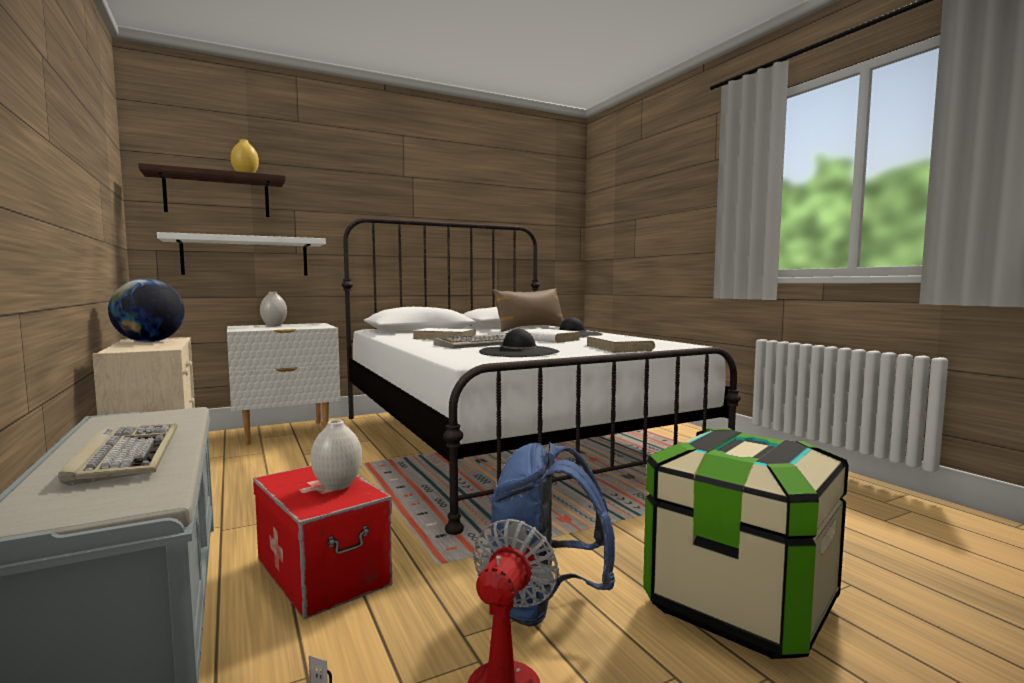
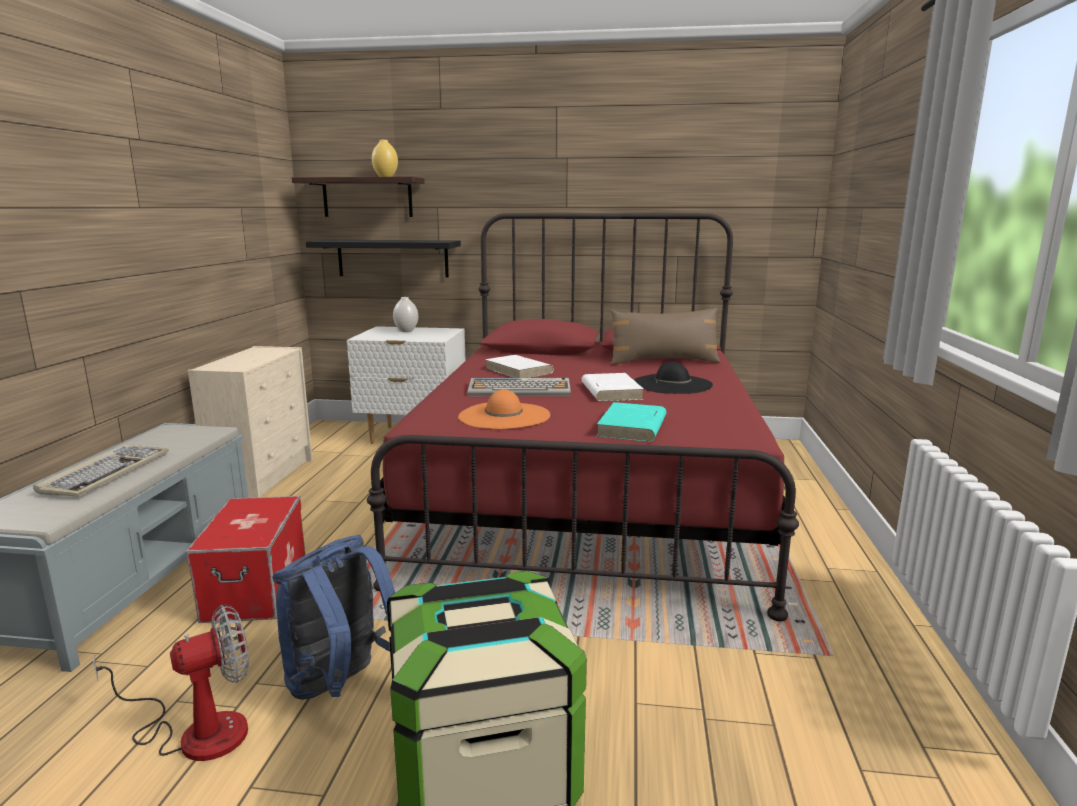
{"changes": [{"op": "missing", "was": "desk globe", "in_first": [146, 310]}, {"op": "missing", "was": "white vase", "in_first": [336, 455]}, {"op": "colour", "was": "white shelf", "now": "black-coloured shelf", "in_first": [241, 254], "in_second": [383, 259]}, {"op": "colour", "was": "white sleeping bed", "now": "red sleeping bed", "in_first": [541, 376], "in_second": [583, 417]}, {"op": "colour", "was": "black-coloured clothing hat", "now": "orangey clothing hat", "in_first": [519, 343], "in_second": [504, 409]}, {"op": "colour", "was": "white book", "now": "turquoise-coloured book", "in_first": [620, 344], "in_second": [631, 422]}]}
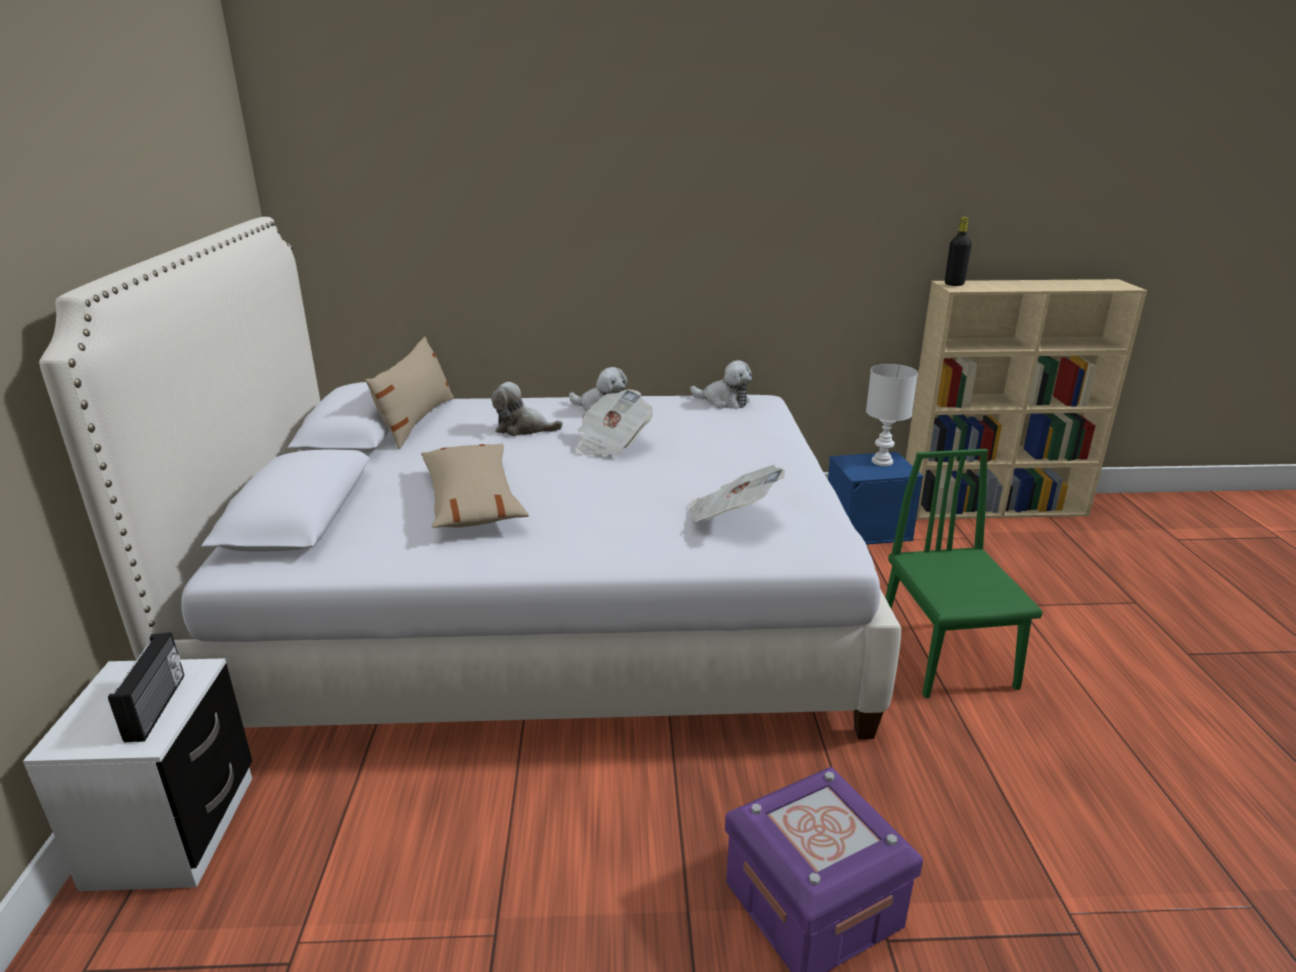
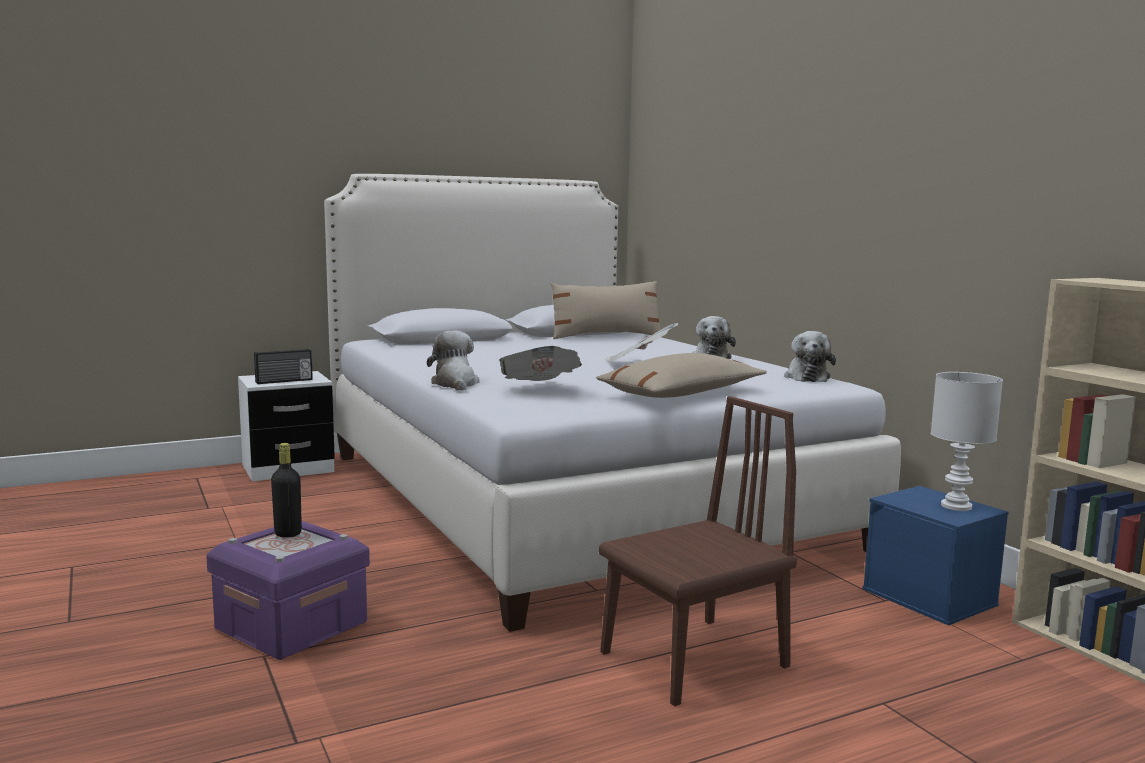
{"changes": [{"op": "relocated", "was": "beige cushion", "in_first": [475, 485], "in_second": [681, 375]}, {"op": "relocated", "was": "soft toy", "in_first": [527, 409], "in_second": [453, 360]}, {"op": "relocated", "was": "black-coloured drink bottle", "in_first": [958, 251], "in_second": [286, 490]}, {"op": "colour", "was": "greenish chair", "now": "brown-coloured chair", "in_first": [964, 573], "in_second": [698, 551]}]}
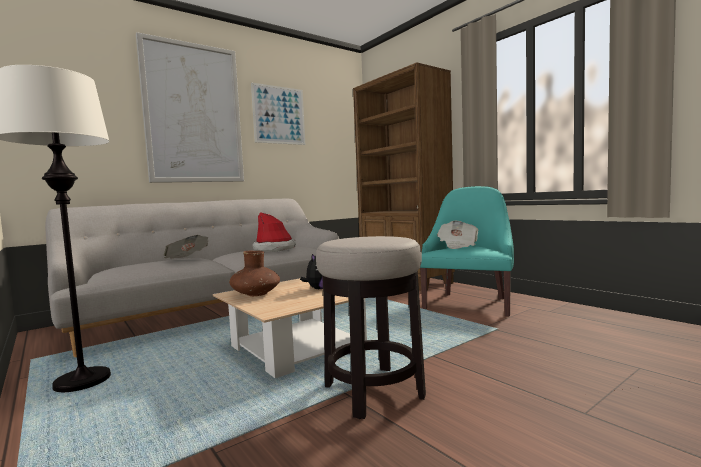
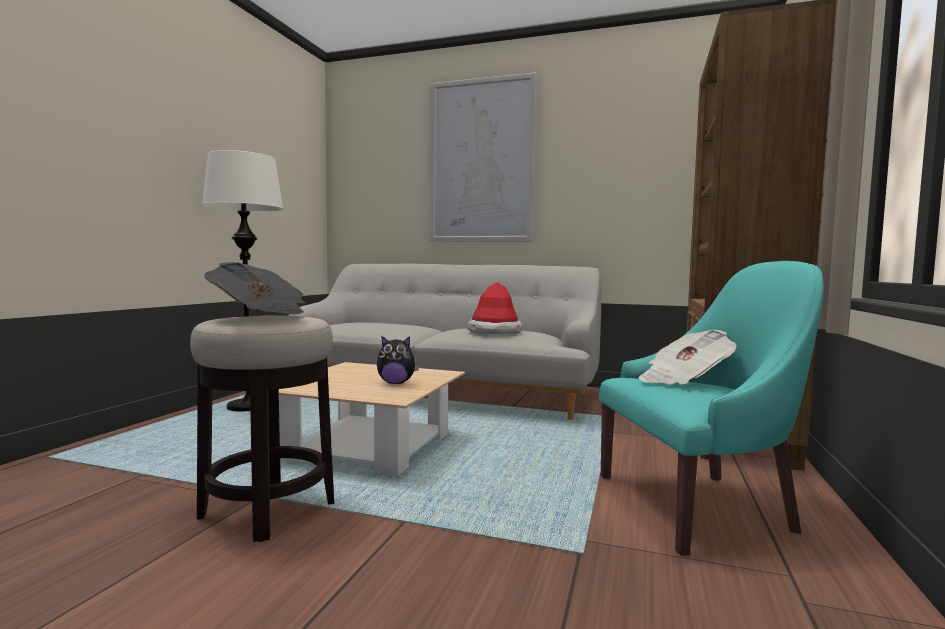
{"changes": [{"op": "missing", "was": "brown-coloured vase", "in_first": [254, 273]}, {"op": "missing", "was": "picture", "in_first": [278, 114]}, {"op": "relocated", "was": "daily paper", "in_first": [186, 246], "in_second": [254, 288]}]}
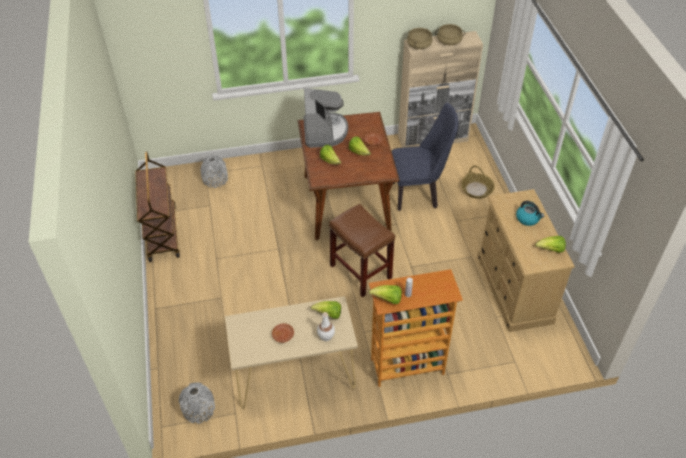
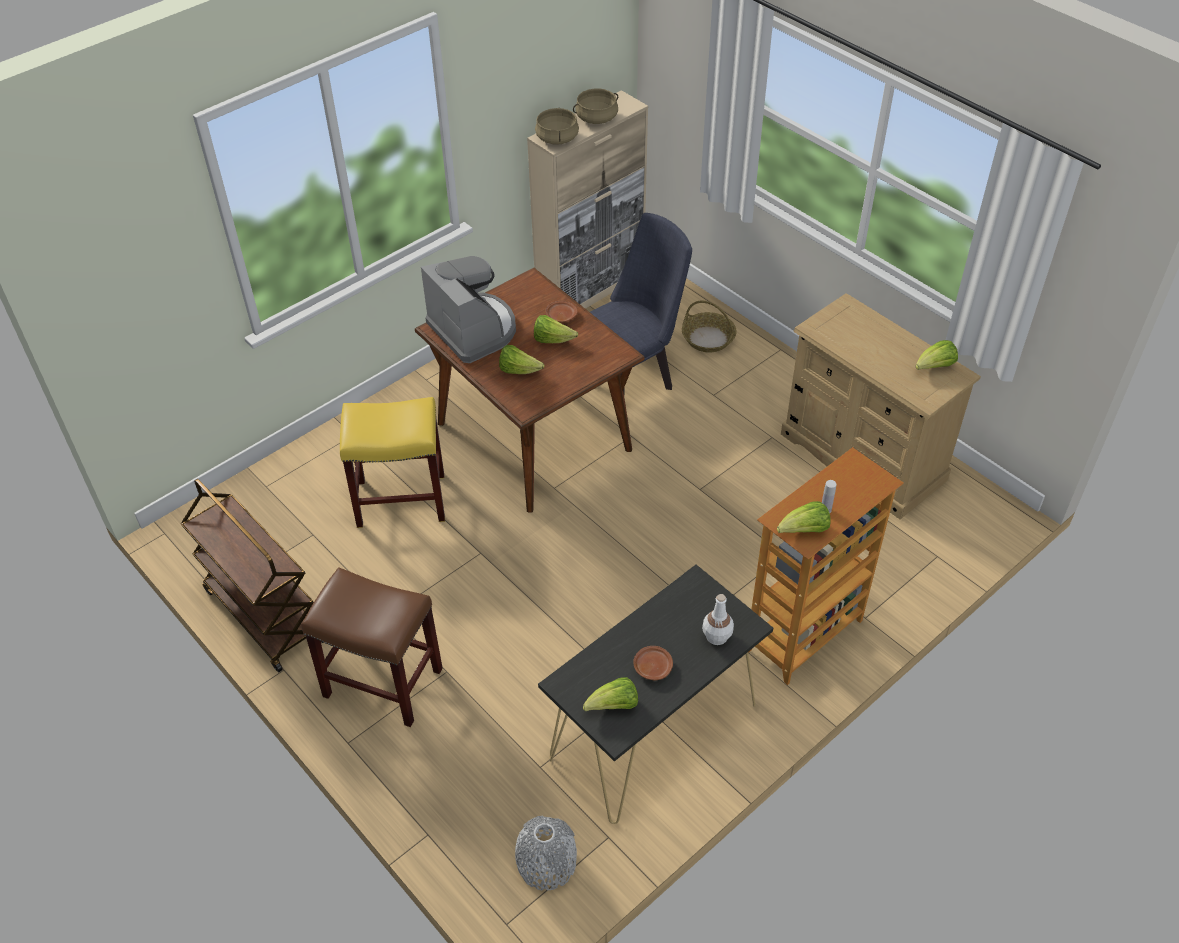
{"changes": [{"op": "missing", "was": "grey vase", "in_first": [214, 171]}, {"op": "missing", "was": "kettle", "in_first": [530, 213]}, {"op": "appeared", "now": "yellowish stool seat", "in_second": [392, 462]}, {"op": "relocated", "was": "lettuce", "in_first": [326, 310], "in_second": [610, 694]}, {"op": "relocated", "was": "brown-coloured stool seat", "in_first": [362, 250], "in_second": [372, 647]}, {"op": "colour", "was": "beige console table", "now": "black-coloured console table", "in_first": [291, 352], "in_second": [655, 694]}]}
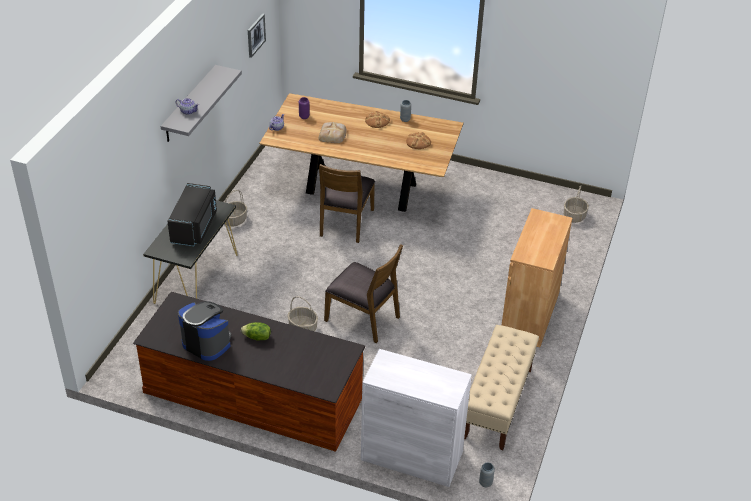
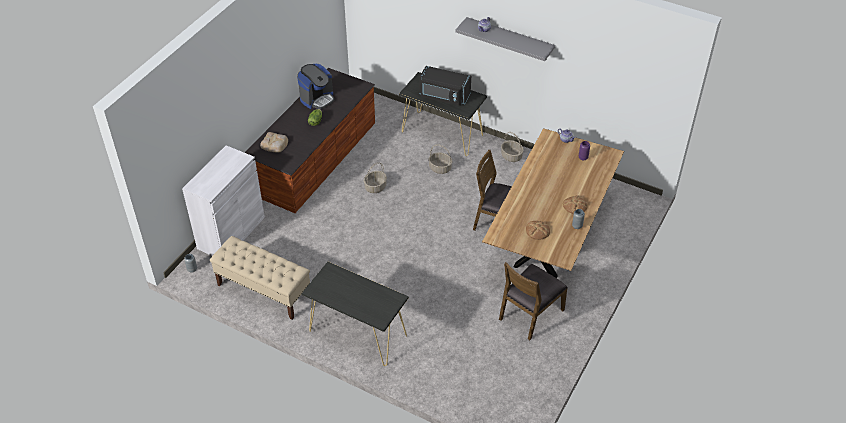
{"changes": [{"op": "missing", "was": "picture", "in_first": [257, 36]}, {"op": "relocated", "was": "bread", "in_first": [332, 132], "in_second": [274, 142]}, {"op": "relocated", "was": "brown-coloured chair", "in_first": [363, 293], "in_second": [533, 301]}, {"op": "relocated", "was": "basket", "in_first": [576, 204], "in_second": [440, 159]}, {"op": "exchanged", "was": "brown-coloured cupboard", "now": "black-coloured console table", "in_first": [537, 277], "in_second": [355, 314]}]}
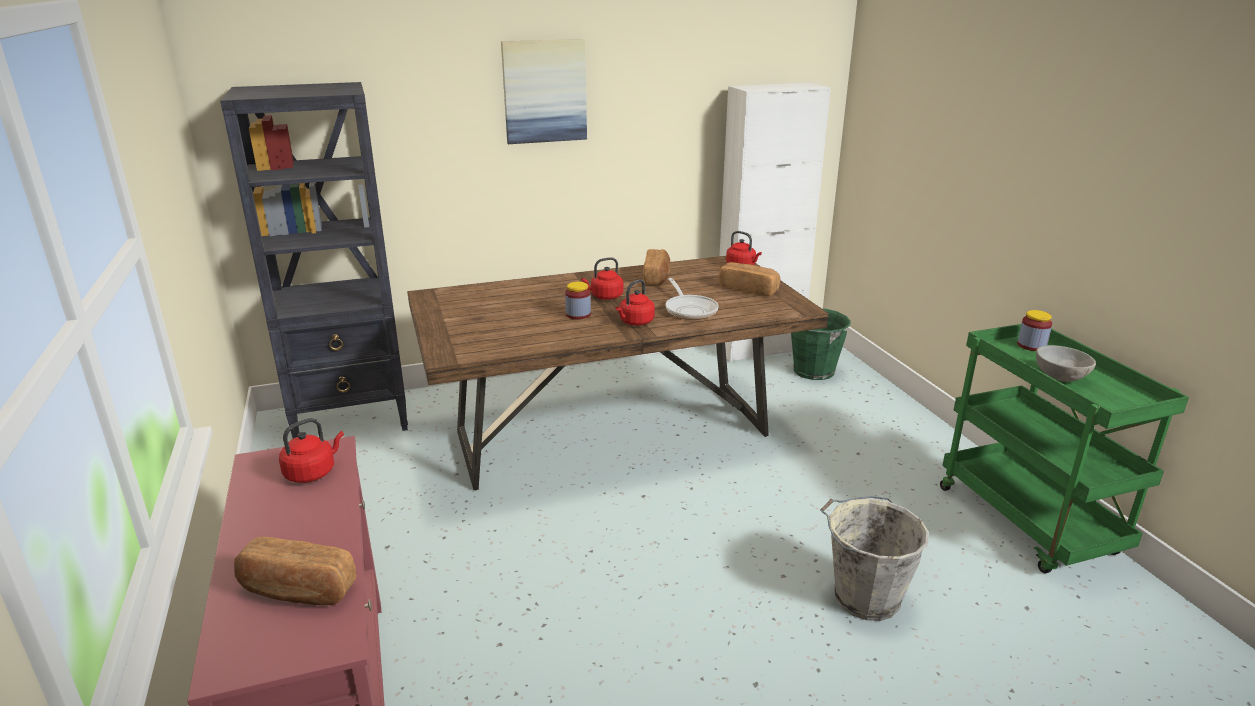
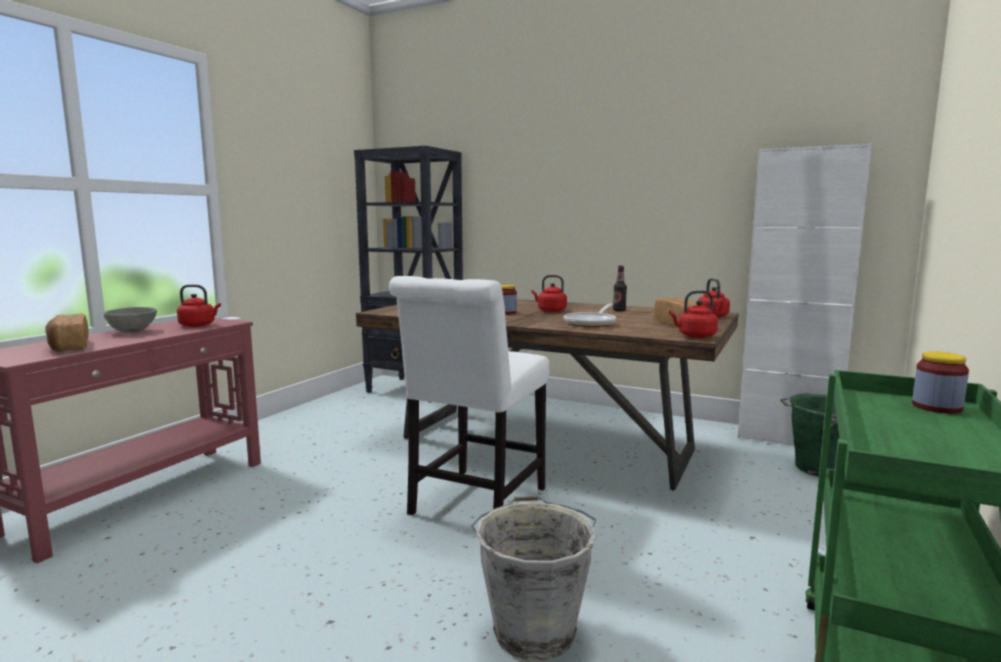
{"changes": [{"op": "missing", "was": "picture", "in_first": [544, 91]}, {"op": "appeared", "now": "white chair", "in_second": [469, 395]}, {"op": "relocated", "was": "red kettle", "in_first": [635, 302], "in_second": [693, 314]}, {"op": "relocated", "was": "grey bowl", "in_first": [1066, 363], "in_second": [130, 320]}, {"op": "exchanged", "was": "bread", "now": "drink bottle", "in_first": [656, 267], "in_second": [620, 288]}]}
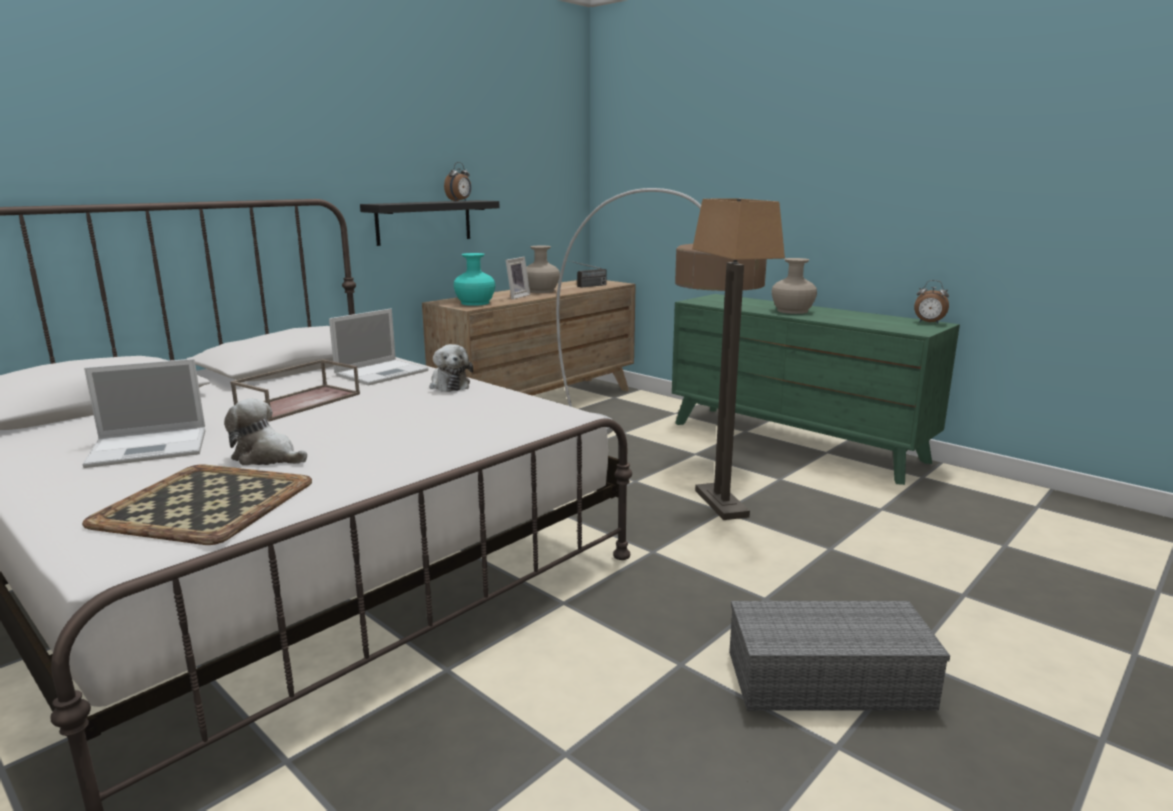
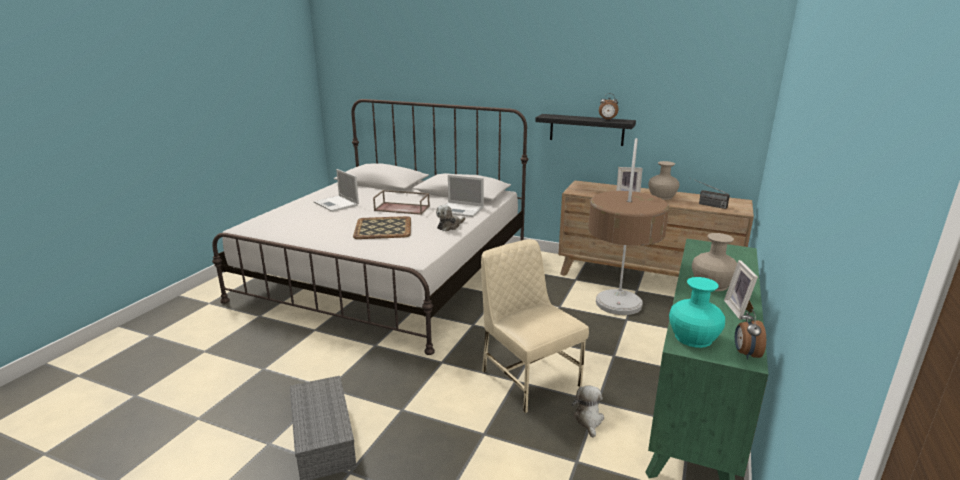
{"changes": [{"op": "appeared", "now": "photo frame", "in_second": [741, 290]}, {"op": "relocated", "was": "tray", "in_first": [197, 504], "in_second": [382, 227]}, {"op": "relocated", "was": "soft toy", "in_first": [265, 432], "in_second": [588, 411]}, {"op": "relocated", "was": "turquoise-coloured vase", "in_first": [474, 279], "in_second": [697, 312]}, {"op": "exchanged", "was": "standing lamp", "now": "beige chair", "in_first": [738, 359], "in_second": [535, 326]}]}
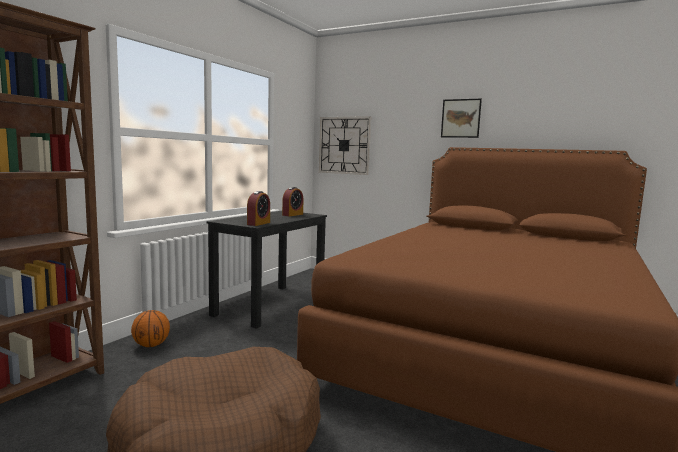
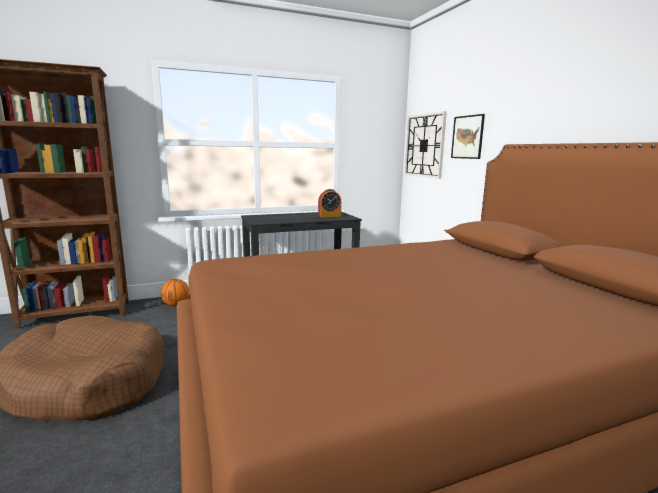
{"changes": [{"op": "missing", "was": "bedside clock", "in_first": [258, 208]}, {"op": "relocated", "was": "picture", "in_first": [461, 118], "in_second": [468, 136]}]}
